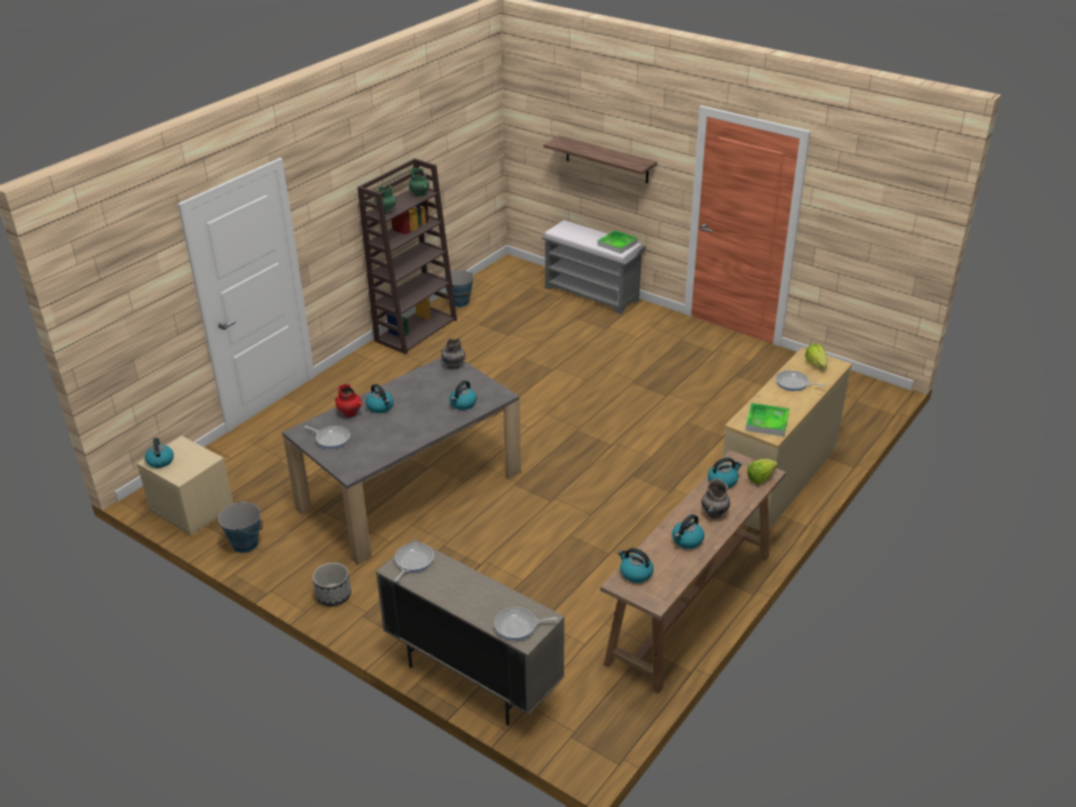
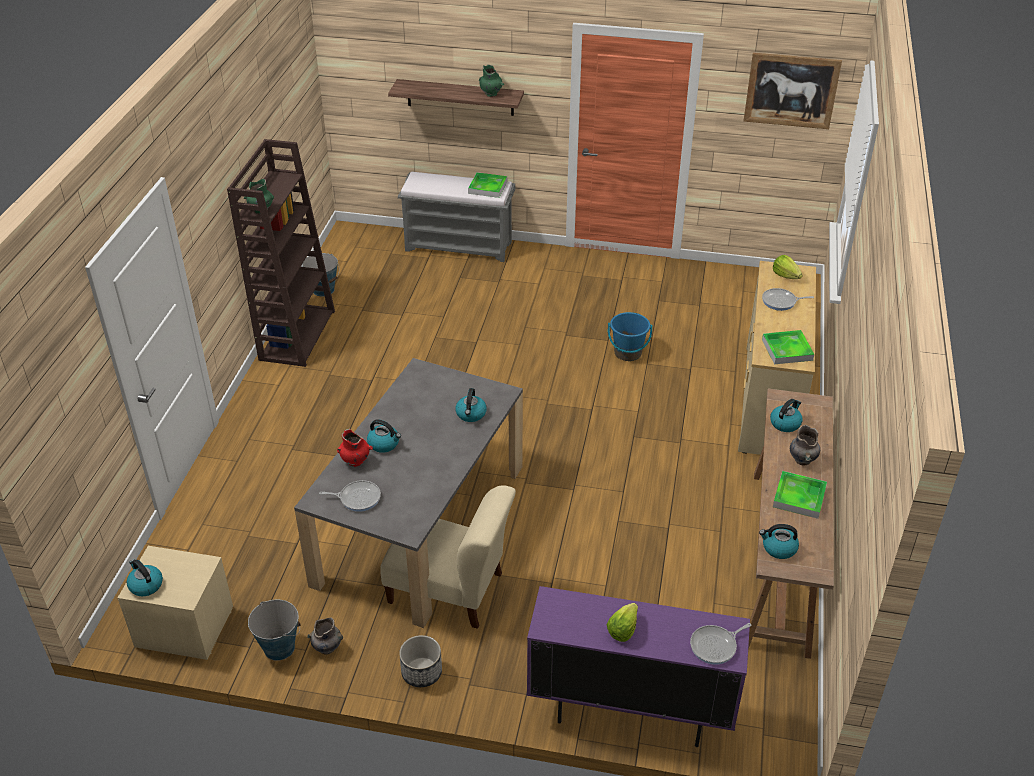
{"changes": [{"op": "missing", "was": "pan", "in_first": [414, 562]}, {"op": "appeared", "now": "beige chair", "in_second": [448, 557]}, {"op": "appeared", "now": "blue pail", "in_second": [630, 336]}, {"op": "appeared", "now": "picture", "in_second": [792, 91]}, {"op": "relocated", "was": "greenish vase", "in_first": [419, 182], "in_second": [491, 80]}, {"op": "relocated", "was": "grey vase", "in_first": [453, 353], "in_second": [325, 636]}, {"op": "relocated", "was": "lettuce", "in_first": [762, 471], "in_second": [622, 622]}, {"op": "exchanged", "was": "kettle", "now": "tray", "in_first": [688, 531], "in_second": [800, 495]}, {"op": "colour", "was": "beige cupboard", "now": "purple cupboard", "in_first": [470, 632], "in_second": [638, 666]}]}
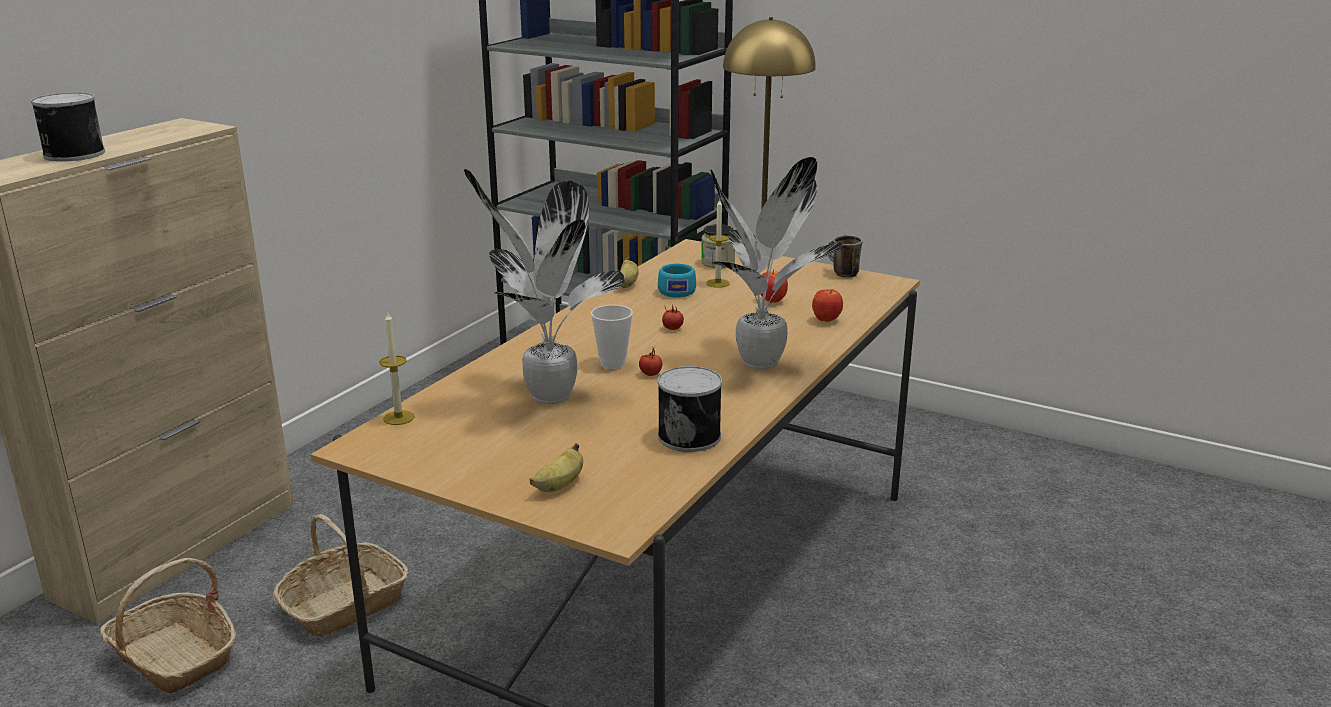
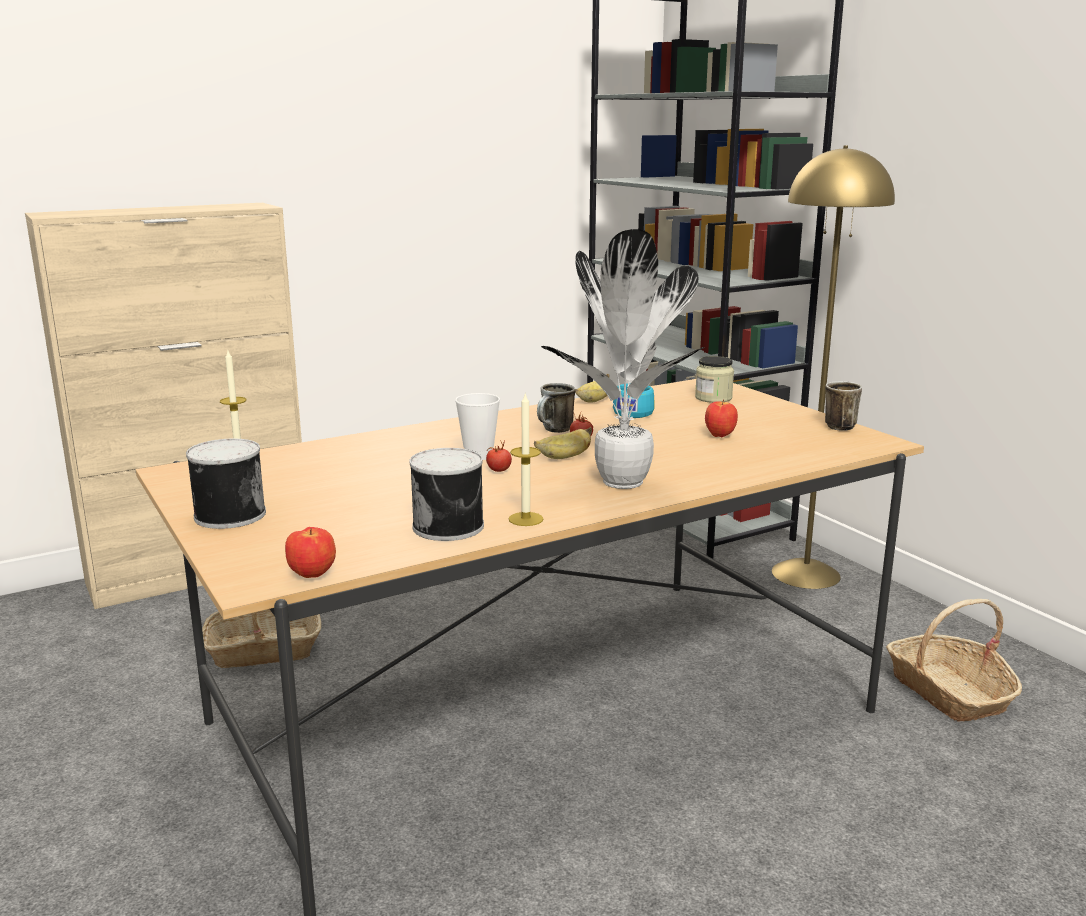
{"changes": [{"op": "missing", "was": "potted plant", "in_first": [544, 286]}, {"op": "appeared", "now": "mug", "in_second": [556, 408]}, {"op": "relocated", "was": "can", "in_first": [68, 127], "in_second": [226, 484]}, {"op": "relocated", "was": "basket", "in_first": [168, 625], "in_second": [954, 660]}, {"op": "relocated", "was": "whole banana", "in_first": [556, 467], "in_second": [563, 443]}, {"op": "relocated", "was": "candle", "in_first": [718, 243], "in_second": [526, 460]}, {"op": "relocated", "was": "apple", "in_first": [827, 305], "in_second": [310, 552]}]}
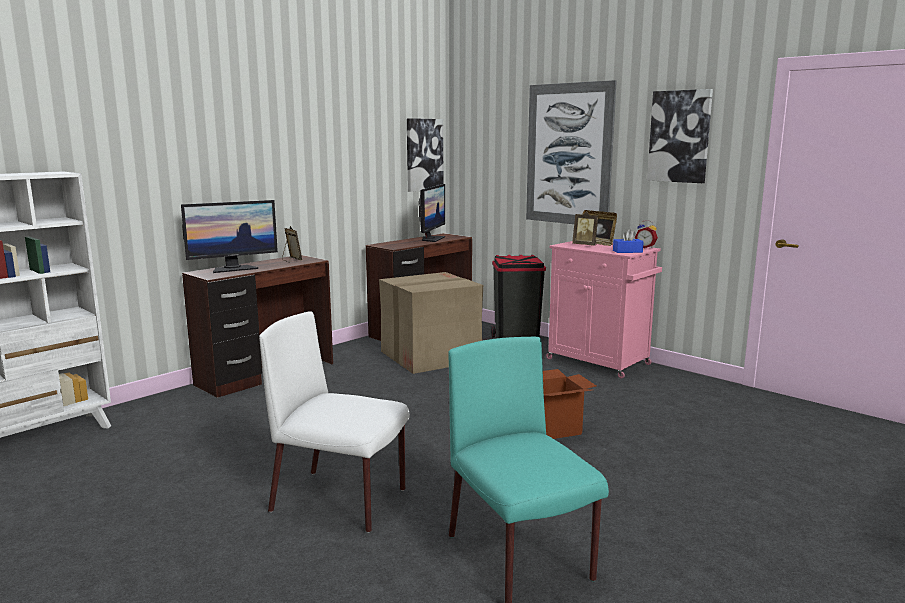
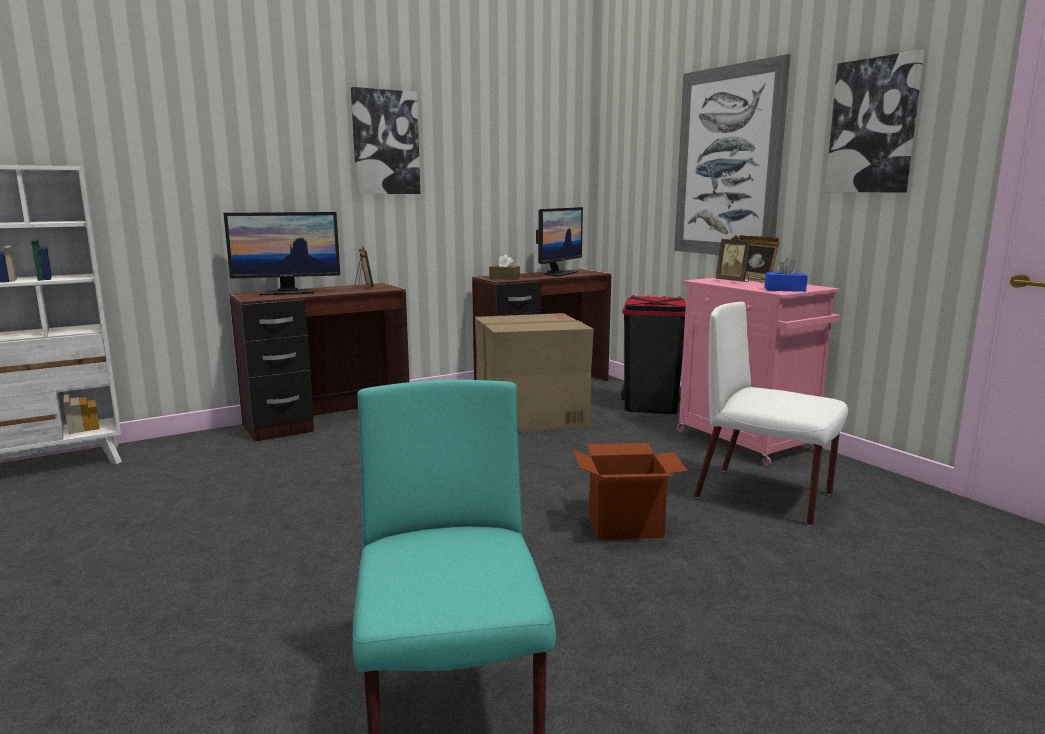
{"changes": [{"op": "missing", "was": "bedside clock", "in_first": [646, 234]}, {"op": "appeared", "now": "brown-coloured tissue box", "in_second": [504, 267]}, {"op": "relocated", "was": "white chair", "in_first": [334, 422], "in_second": [771, 414]}, {"op": "relocated", "was": "picture", "in_first": [425, 155], "in_second": [385, 140]}]}
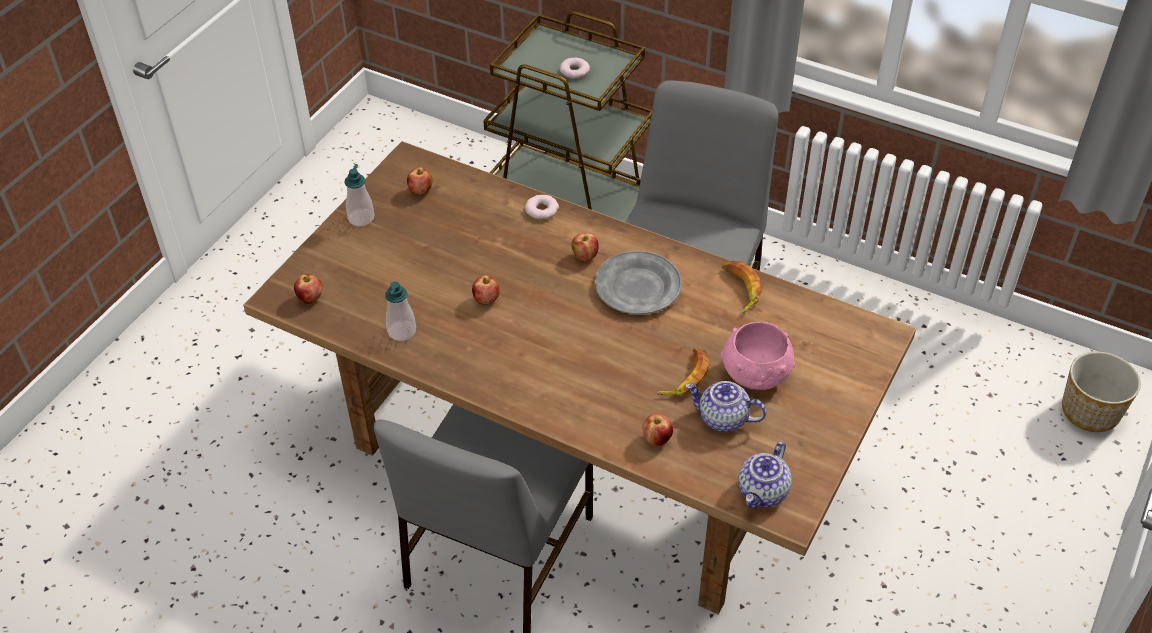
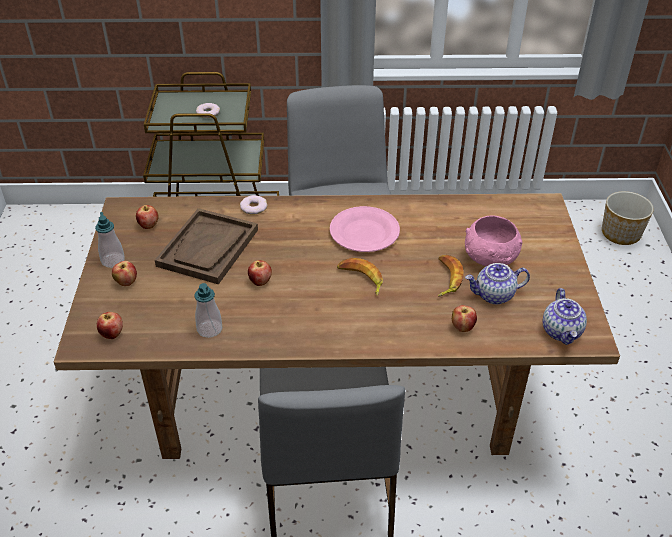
{"changes": [{"op": "appeared", "now": "brown-coloured tray", "in_second": [206, 246]}, {"op": "relocated", "was": "apple", "in_first": [585, 247], "in_second": [124, 273]}, {"op": "relocated", "was": "whole banana", "in_first": [741, 287], "in_second": [360, 277]}, {"op": "colour", "was": "grey dinner plate", "now": "pink-coloured dinner plate", "in_first": [638, 283], "in_second": [365, 229]}]}
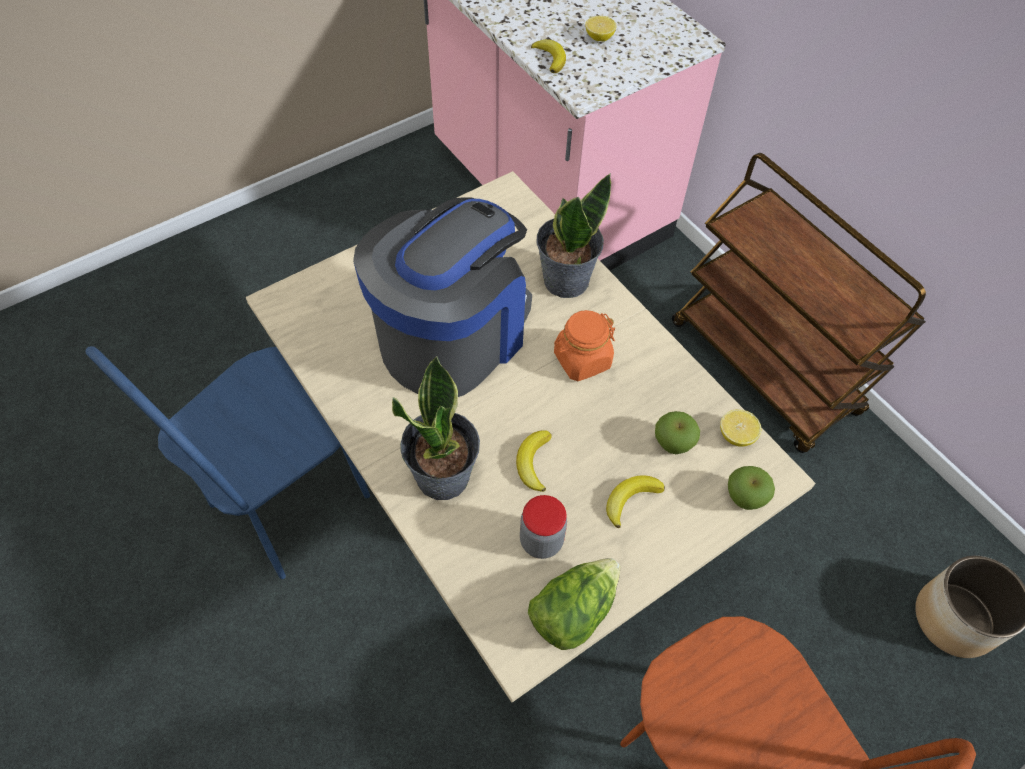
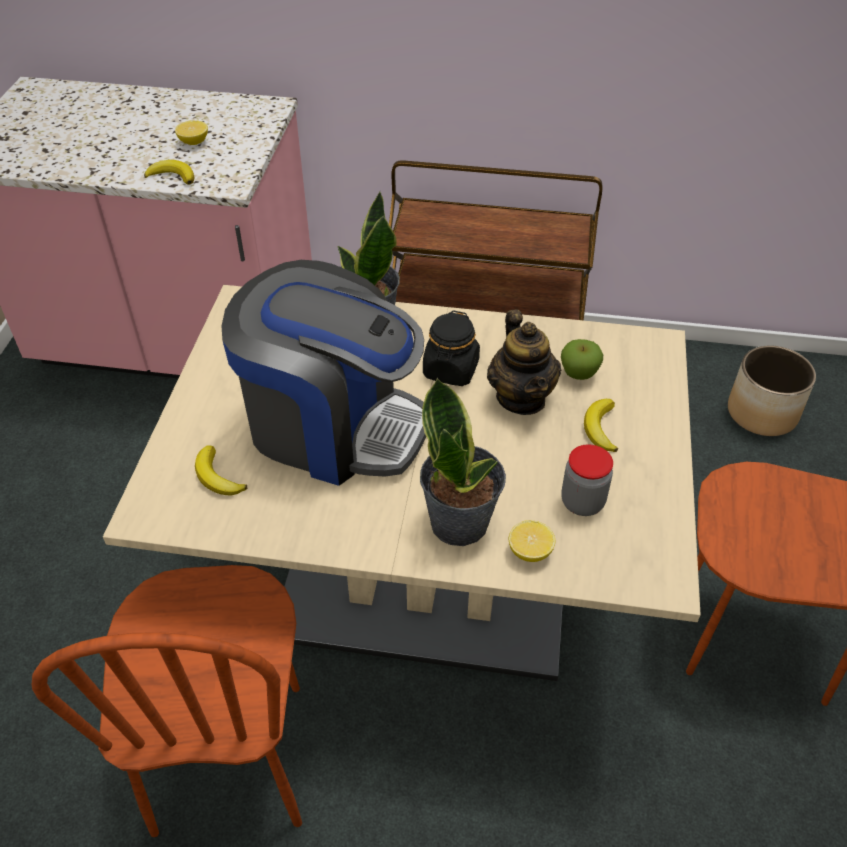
{"changes": [{"op": "missing", "was": "lettuce", "in_first": [574, 604]}, {"op": "missing", "was": "apple", "in_first": [751, 488]}, {"op": "appeared", "now": "pot for tea", "in_second": [524, 362]}, {"op": "relocated", "was": "whole banana", "in_first": [534, 461], "in_second": [221, 470]}, {"op": "relocated", "was": "whole lemon", "in_first": [740, 428], "in_second": [532, 541]}, {"op": "colour", "was": "blue chair", "now": "brown-coloured chair", "in_first": [227, 462], "in_second": [167, 701]}, {"op": "colour", "was": "orangey preserve jar", "now": "black-coloured preserve jar", "in_first": [584, 345], "in_second": [451, 348]}, {"op": "spun", "was": "coffee machine", "in_first": [442, 297], "in_second": [323, 373], "clockwise": 120}]}
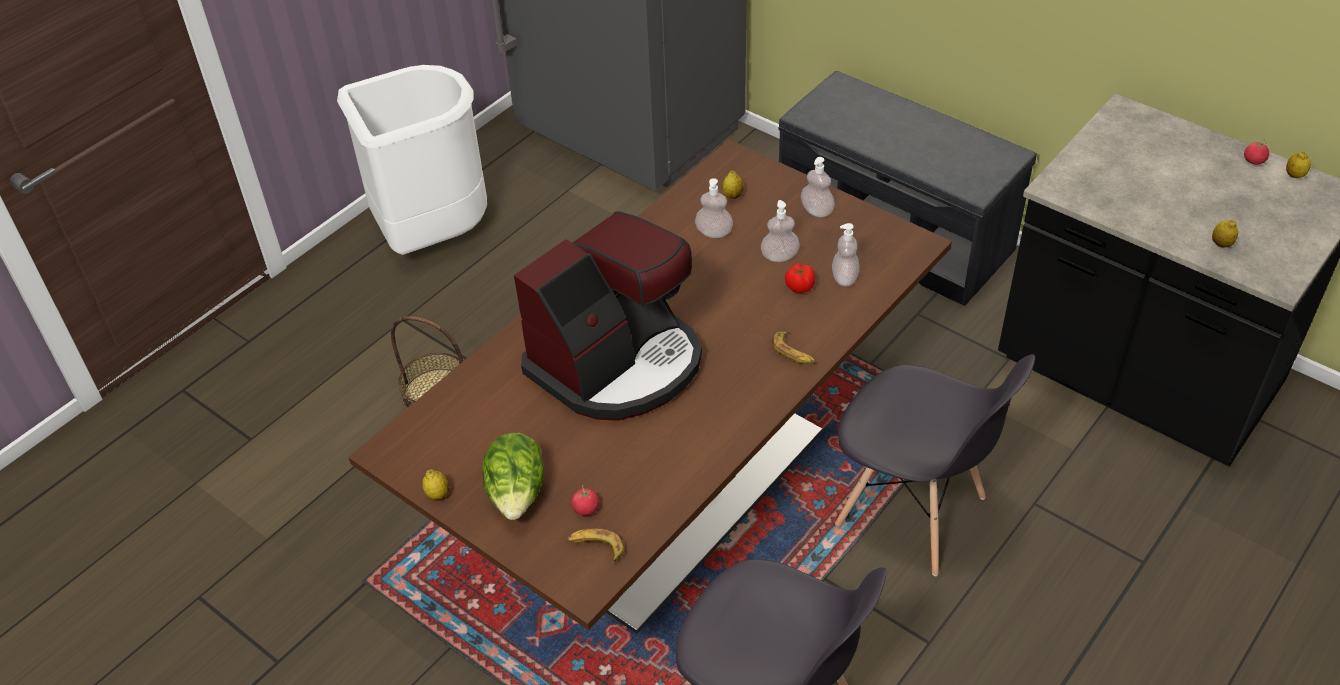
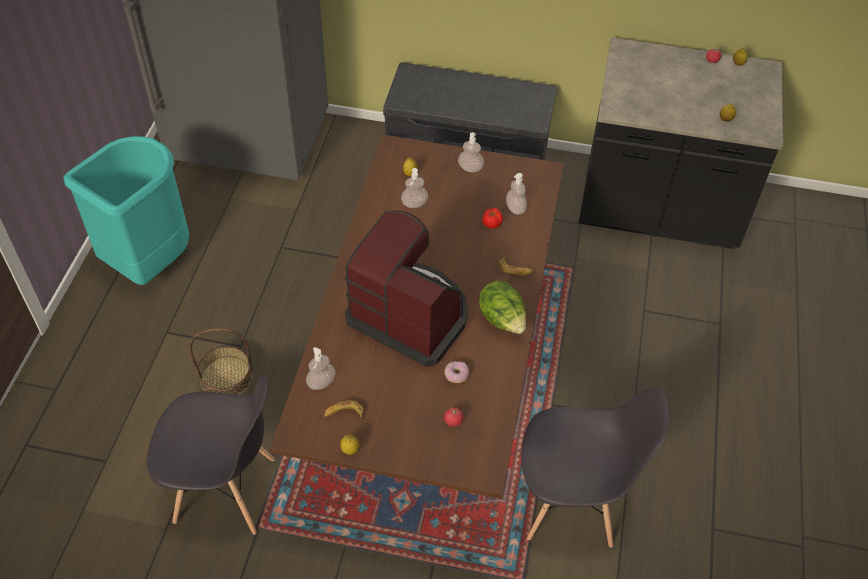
{"changes": [{"op": "appeared", "now": "donut", "in_second": [457, 372]}, {"op": "relocated", "was": "lettuce", "in_first": [513, 476], "in_second": [502, 307]}, {"op": "relocated", "was": "whole banana", "in_first": [596, 545], "in_second": [343, 410]}, {"op": "relocated", "was": "soap dispenser", "in_first": [780, 231], "in_second": [321, 368]}, {"op": "relocated", "was": "grey chair", "in_first": [935, 465], "in_second": [211, 454]}, {"op": "colour", "was": "white waste bin", "now": "turquoise-coloured waste bin", "in_first": [412, 160], "in_second": [126, 210]}, {"op": "spun", "was": "coffee machine", "in_first": [608, 316], "in_second": [406, 288], "clockwise": -75}]}
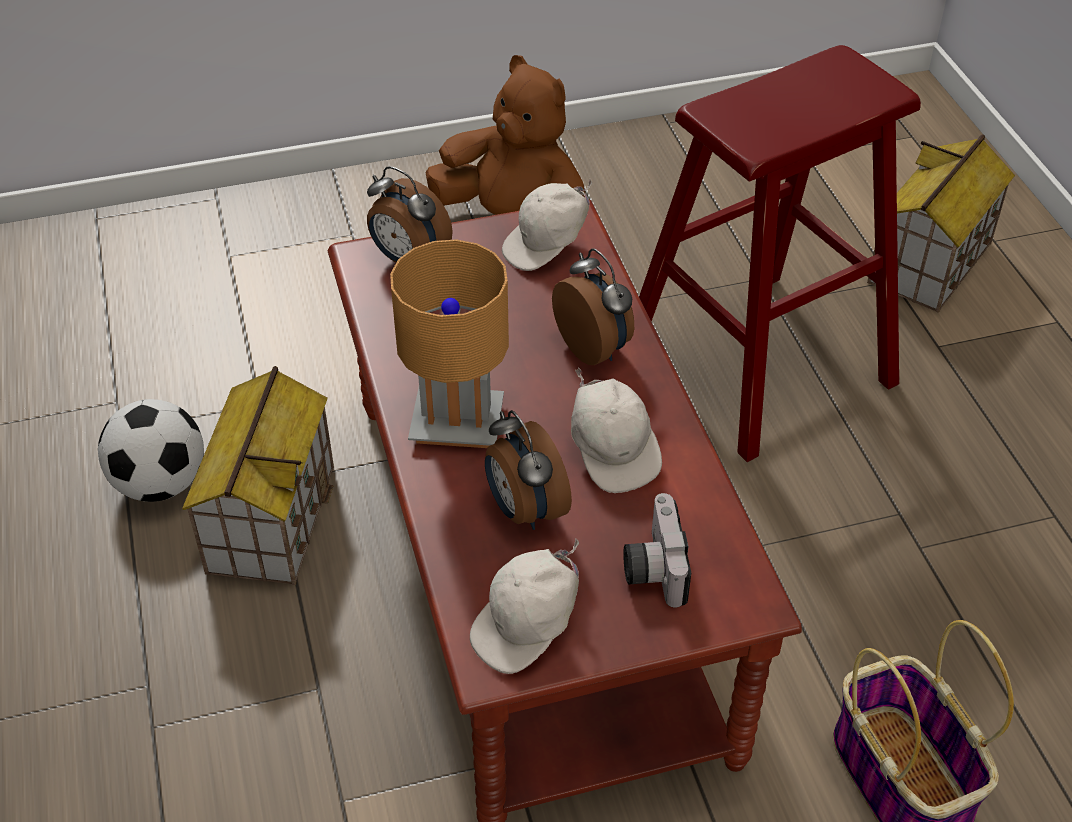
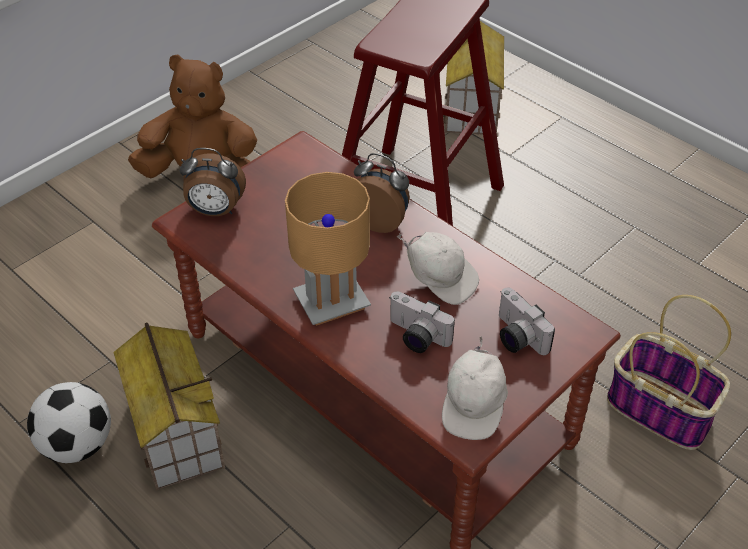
{"changes": [{"op": "missing", "was": "white cap", "in_first": [547, 225]}, {"op": "exchanged", "was": "bedside clock", "now": "photo camera", "in_first": [528, 470], "in_second": [422, 322]}]}
